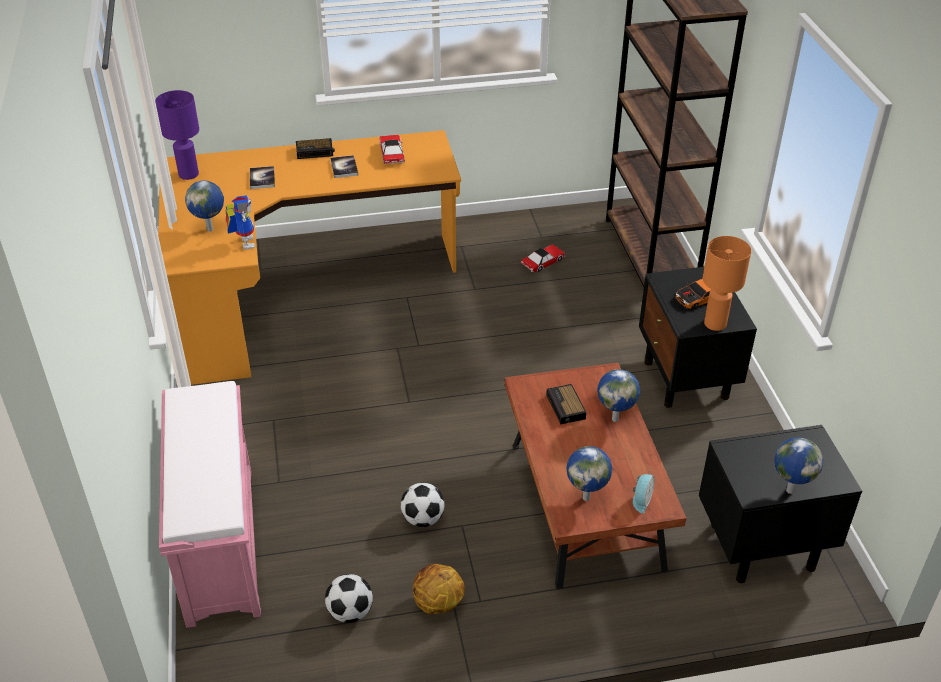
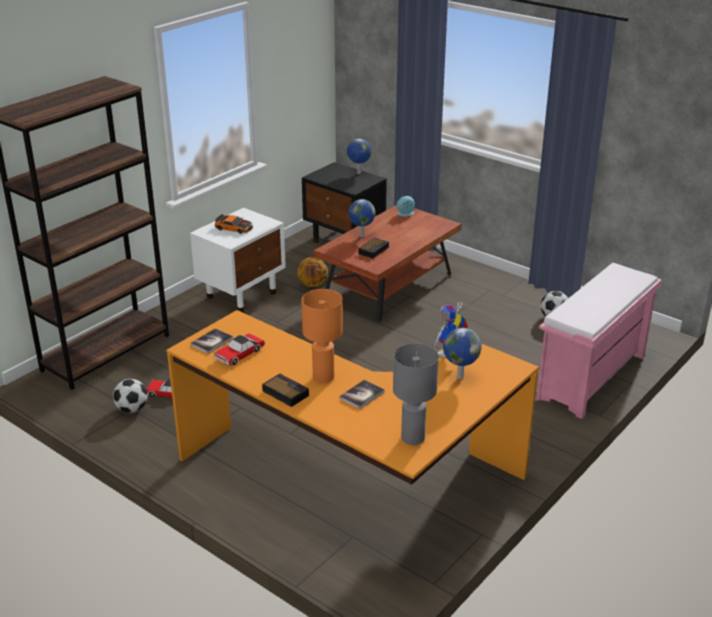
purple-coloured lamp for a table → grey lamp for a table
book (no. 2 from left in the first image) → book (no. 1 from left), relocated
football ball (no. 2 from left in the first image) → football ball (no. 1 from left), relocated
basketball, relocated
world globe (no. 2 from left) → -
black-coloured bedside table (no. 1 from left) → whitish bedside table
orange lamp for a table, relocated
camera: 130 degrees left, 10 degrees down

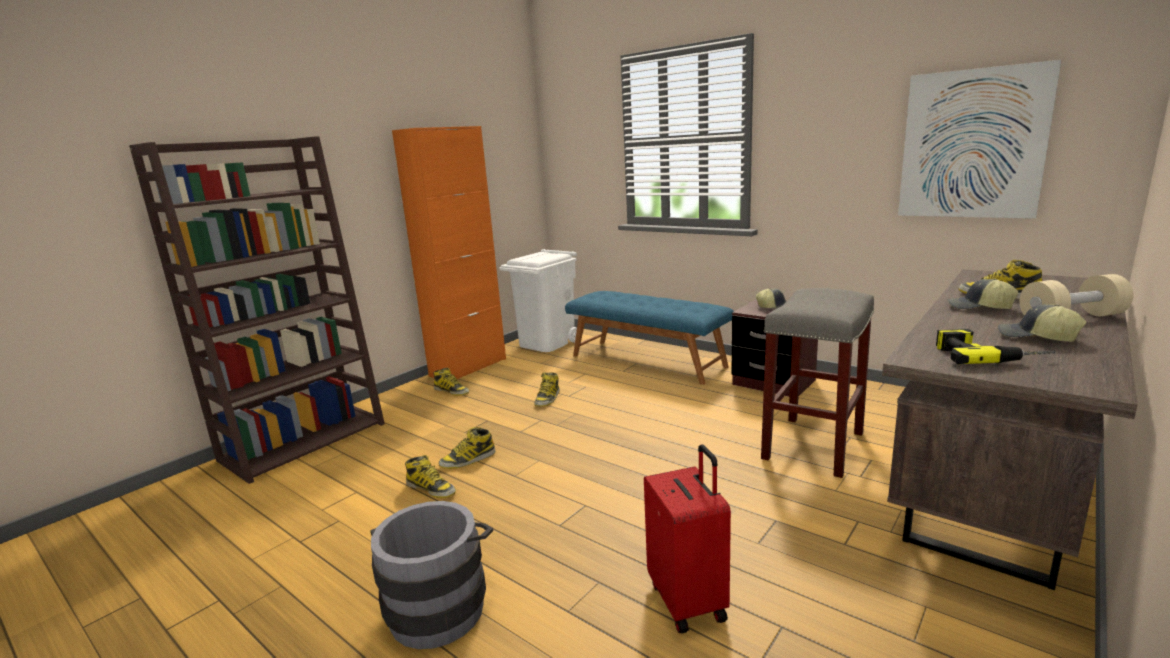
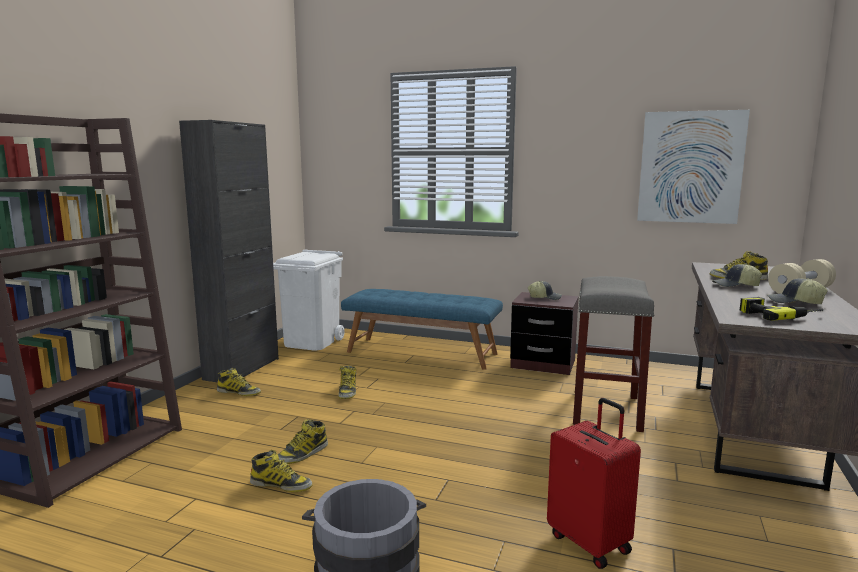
orange storage cabinet → black-coloured storage cabinet
camera: 20 degrees left, 5 degrees down

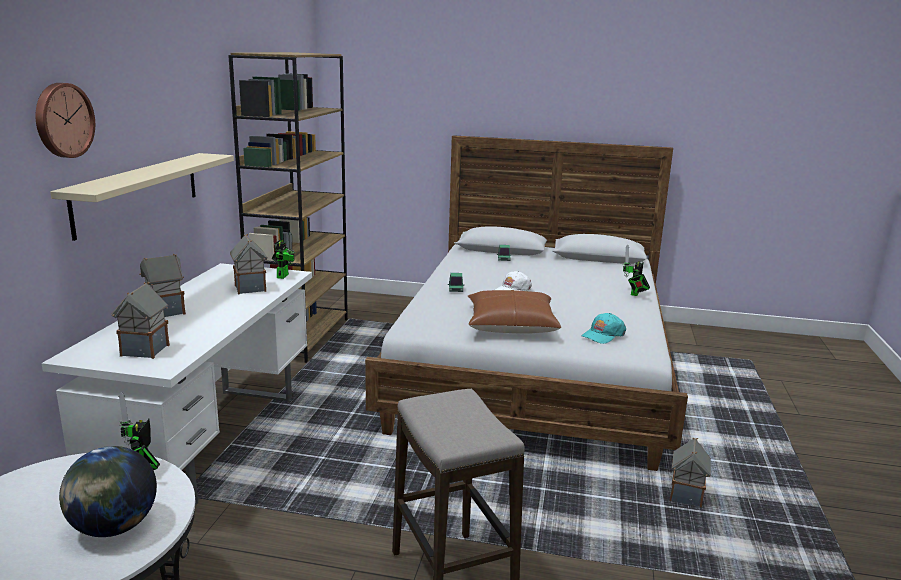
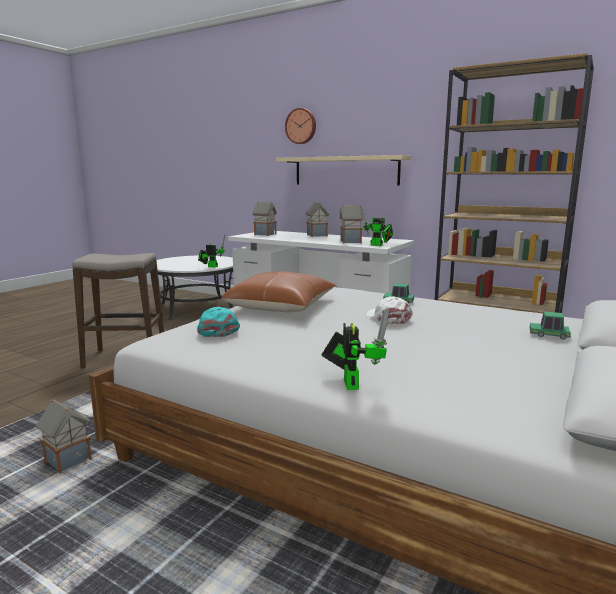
world globe → -
toy robot (no. 3 from left in the first image) → toy robot (no. 2 from left), 45 degrees clockwise
camera: 110 degrees right, 5 degrees down

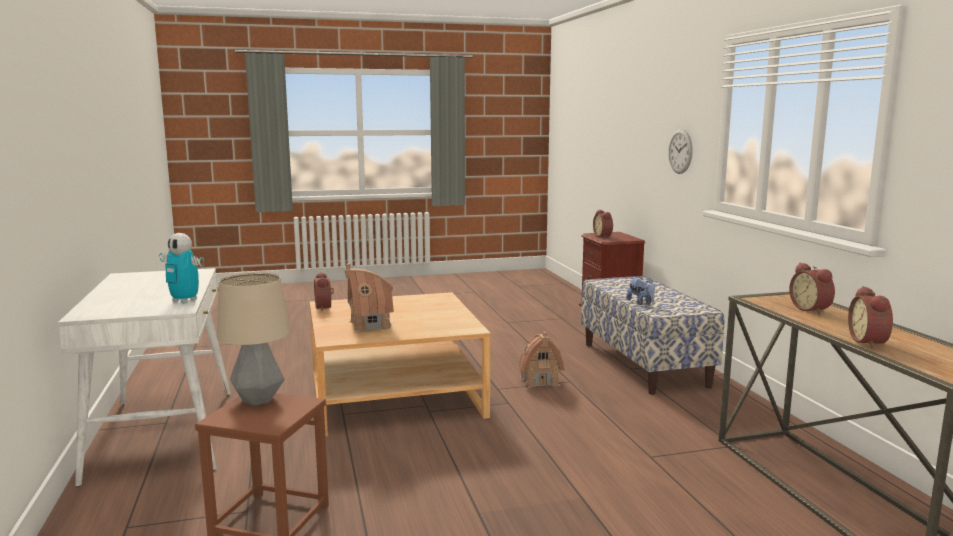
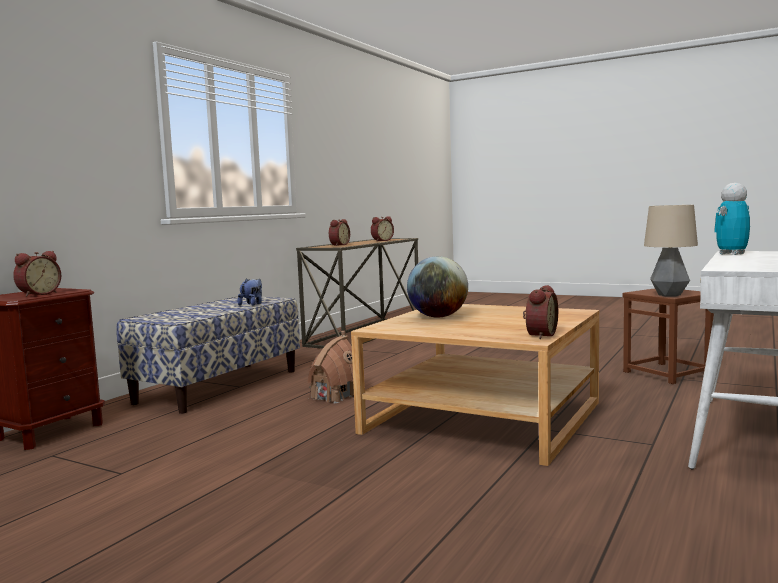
toy robot, 105 degrees counterclockwise
miniature house (no. 1 from left) → -
clock on the wall → -
- → world globe
camera: 135 degrees left, 5 degrees down

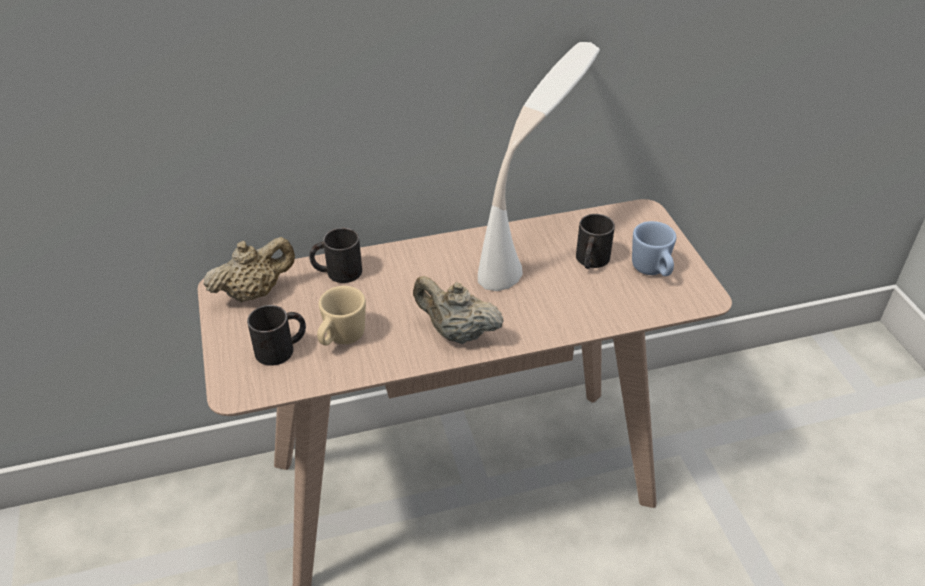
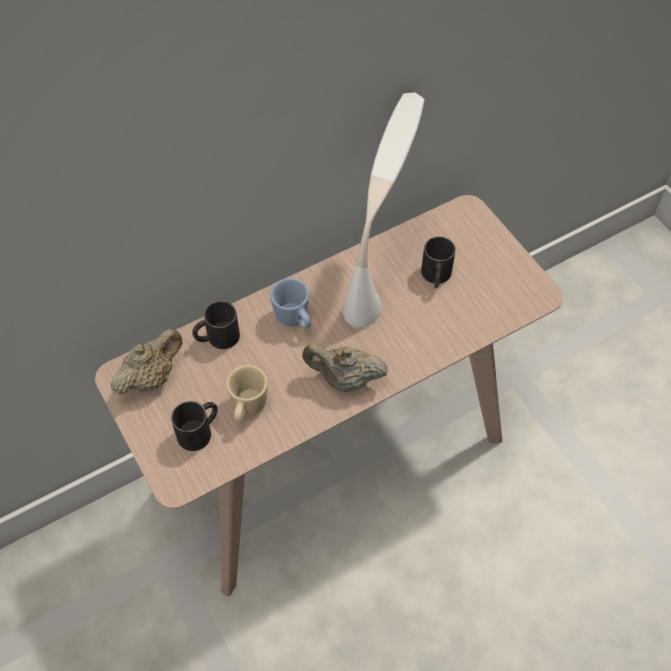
blue mug, relocated
camera: 15 degrees left, 15 degrees up

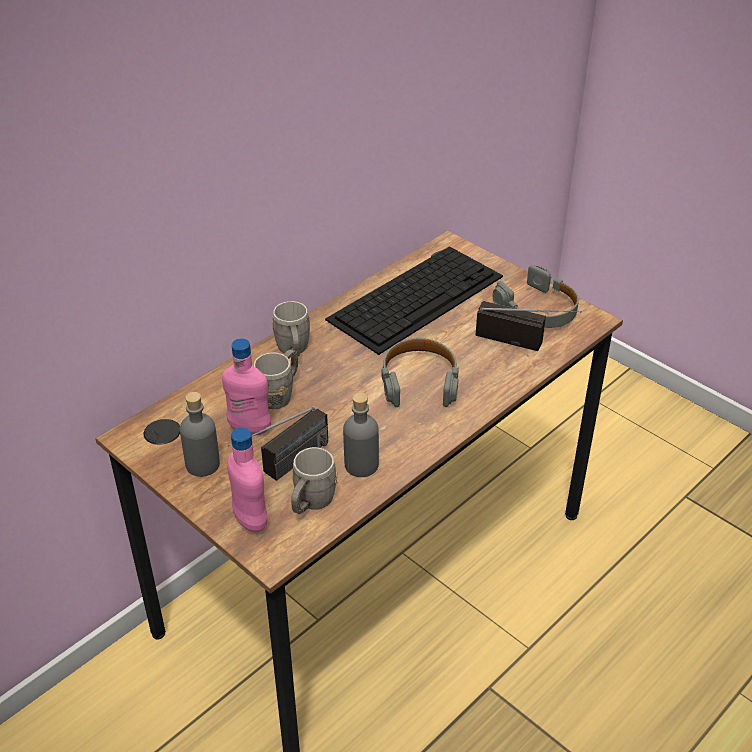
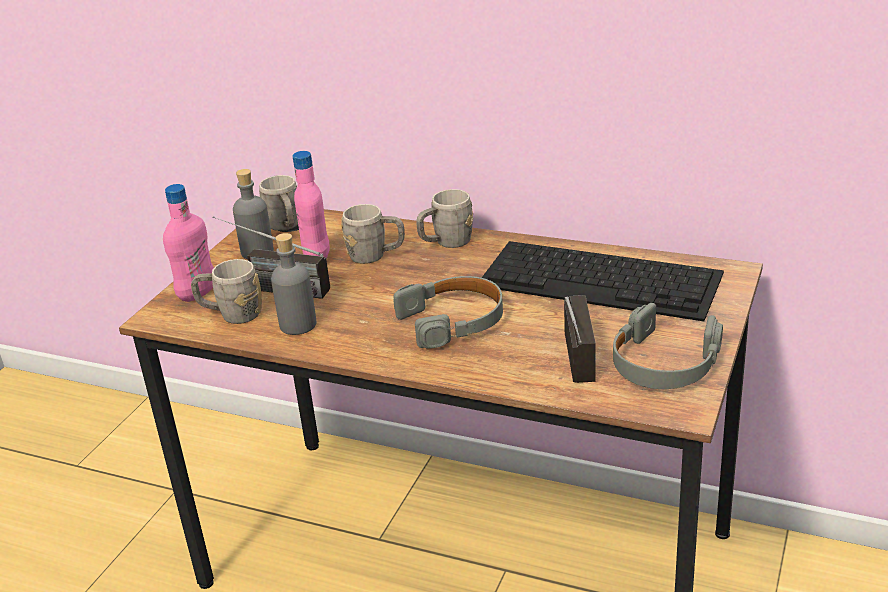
- → grey mug (no. 2 from left)
camera: 70 degrees right, 10 degrees down

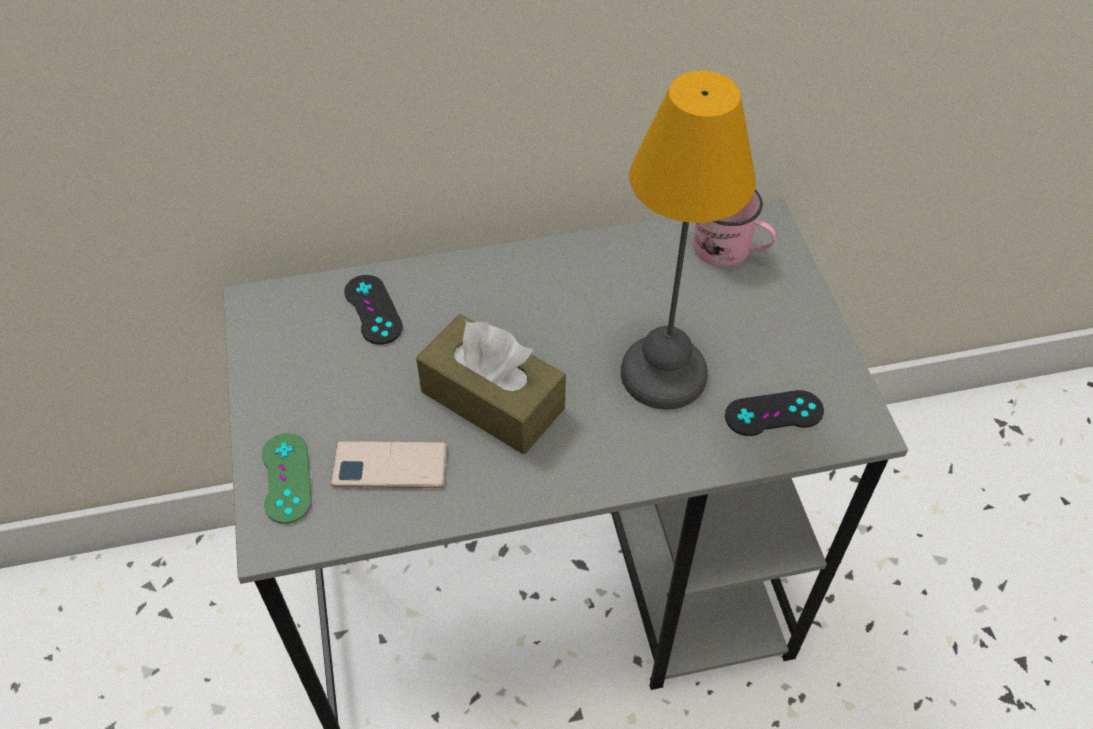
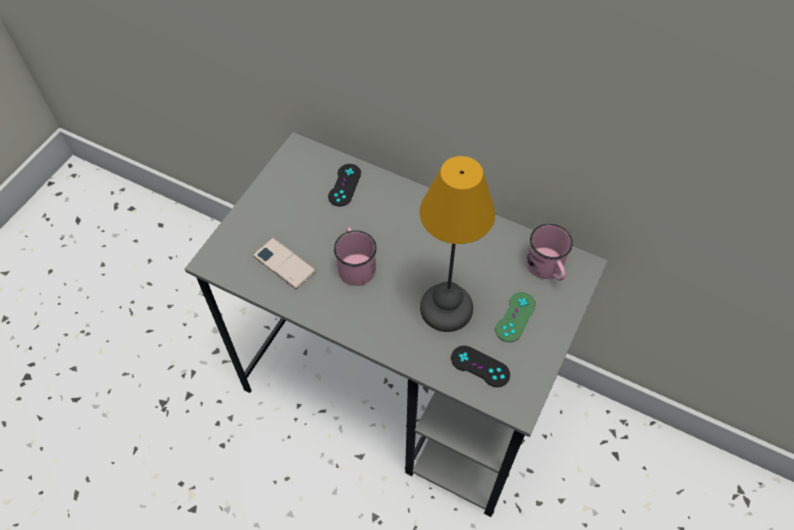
green-coloured game controller, relocated
brown-coloured tissue holder → pink-coloured mug (no. 1 from left)
camera: 40 degrees right, 5 degrees up

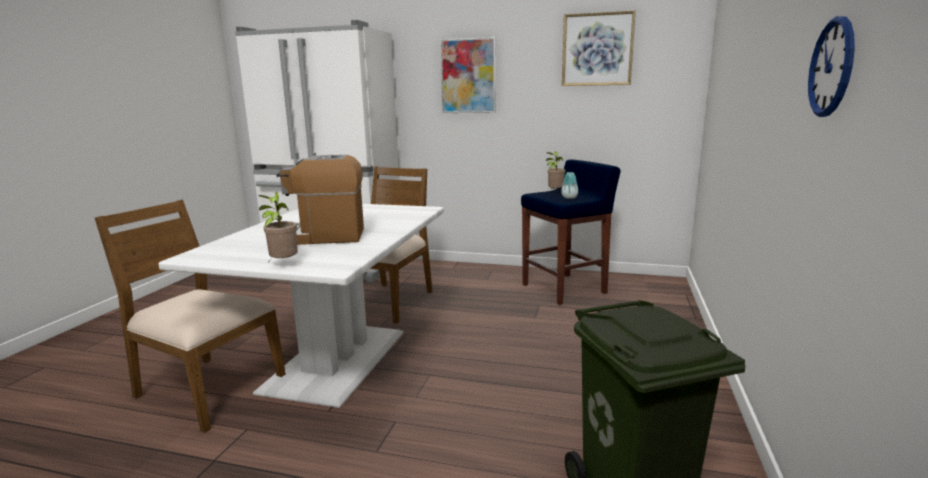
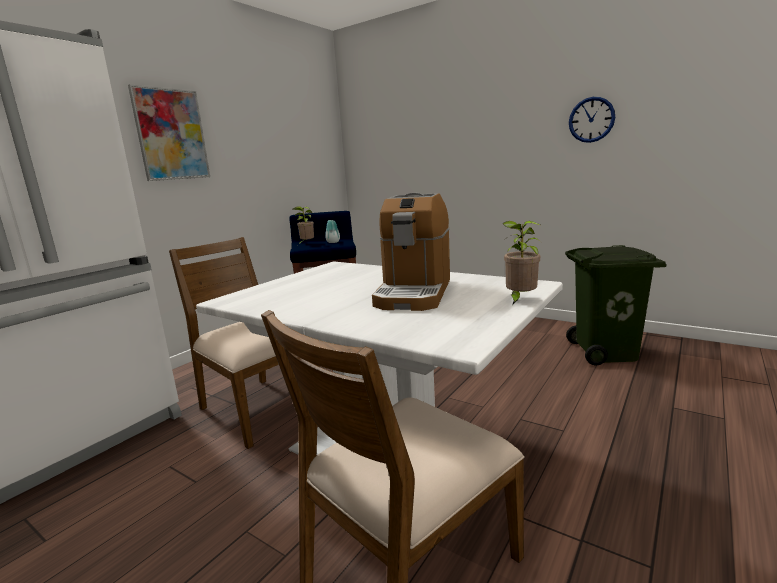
picture (no. 2 from left) → -
camera: 70 degrees left, 0 degrees up

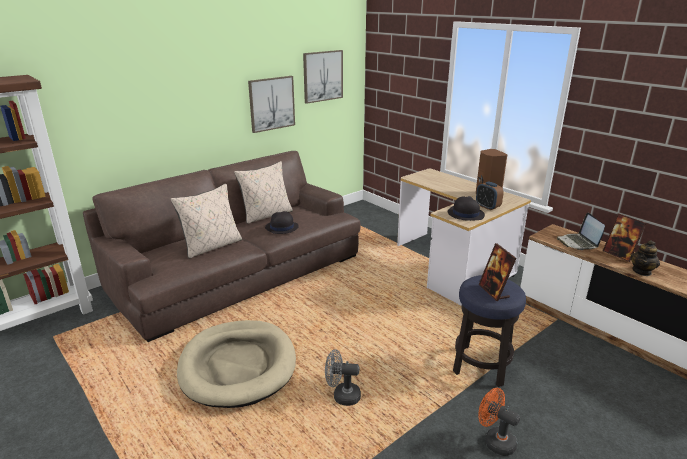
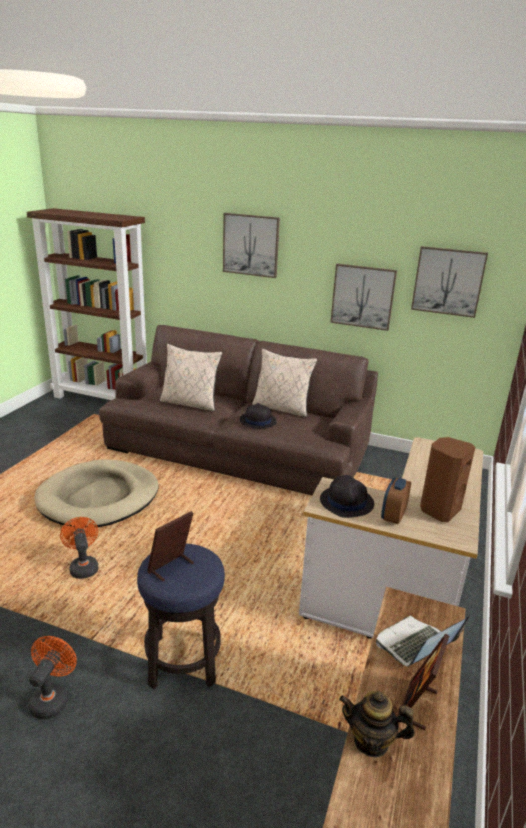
grey fan → orange fan (no. 2 from left)
- → picture (no. 1 from left)
camera: 60 degrees right, 0 degrees up

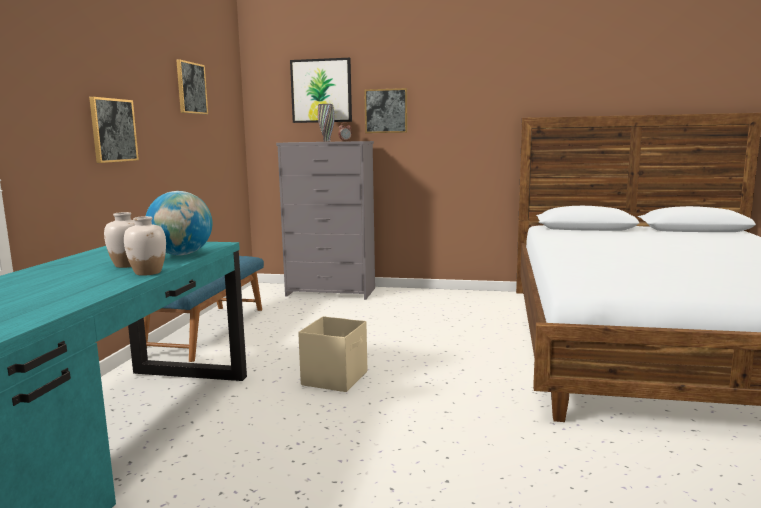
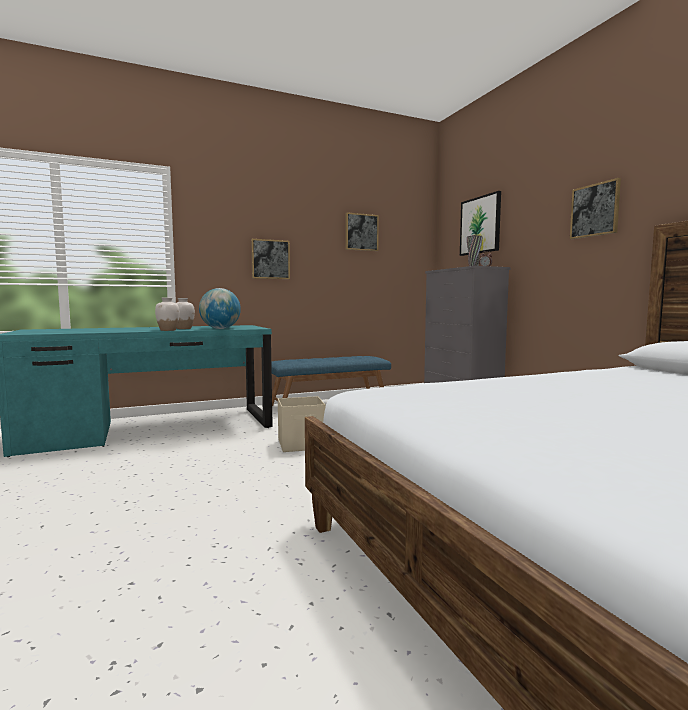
picture (no. 4 from left), relocated
camera: 55 degrees right, 5 degrees down

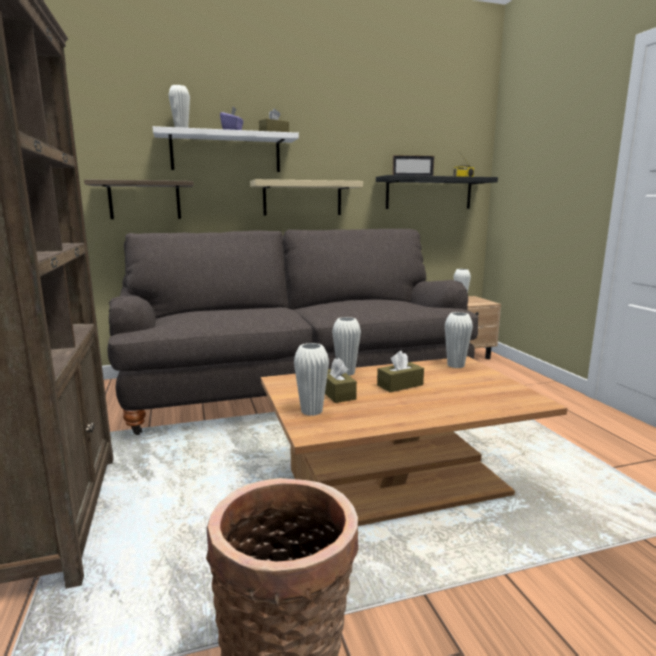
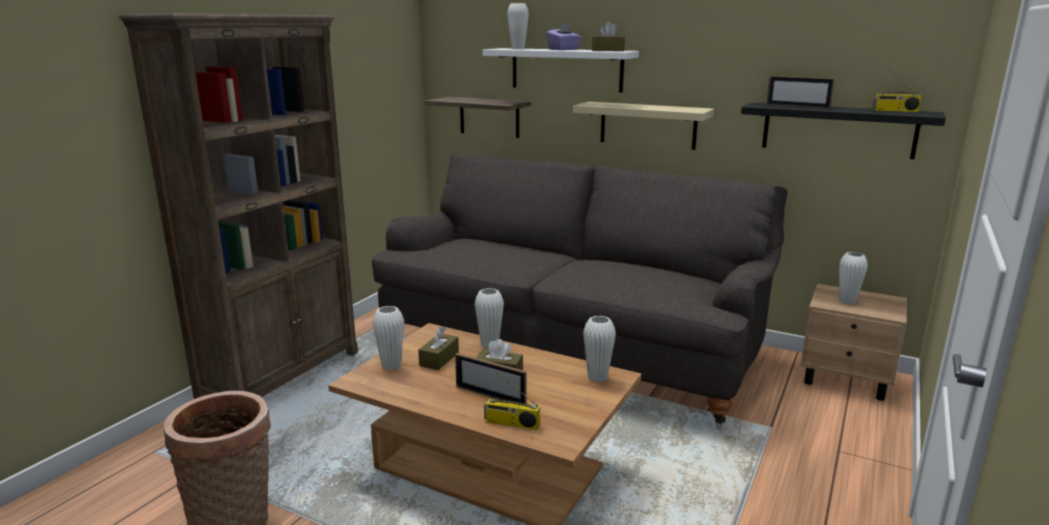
- → photo frame (no. 1 from left)
- → radio set (no. 1 from left)
camera: 45 degrees right, 5 degrees up

